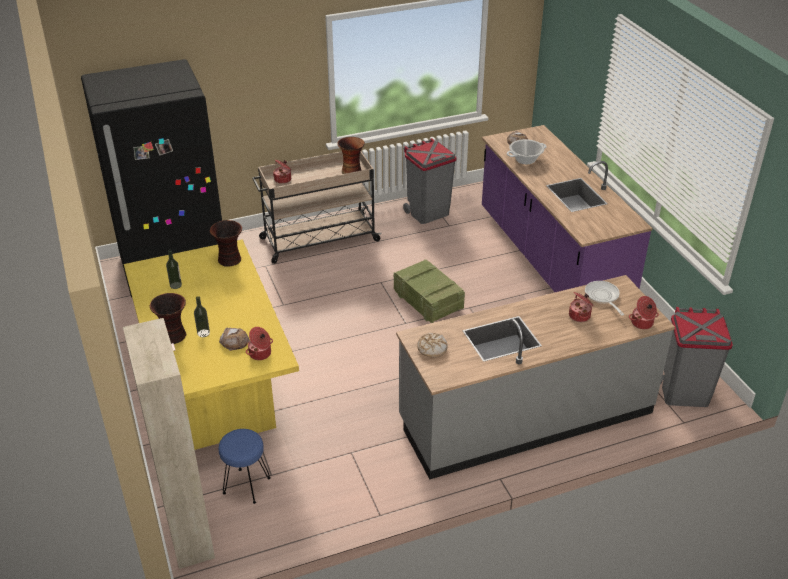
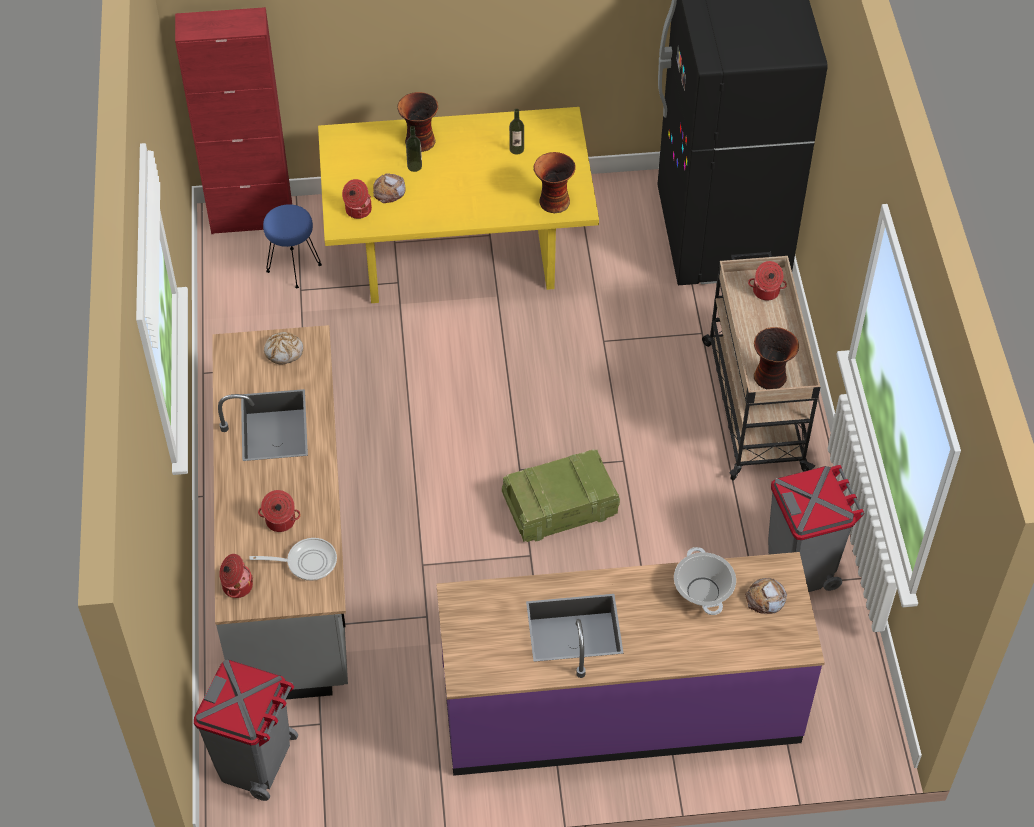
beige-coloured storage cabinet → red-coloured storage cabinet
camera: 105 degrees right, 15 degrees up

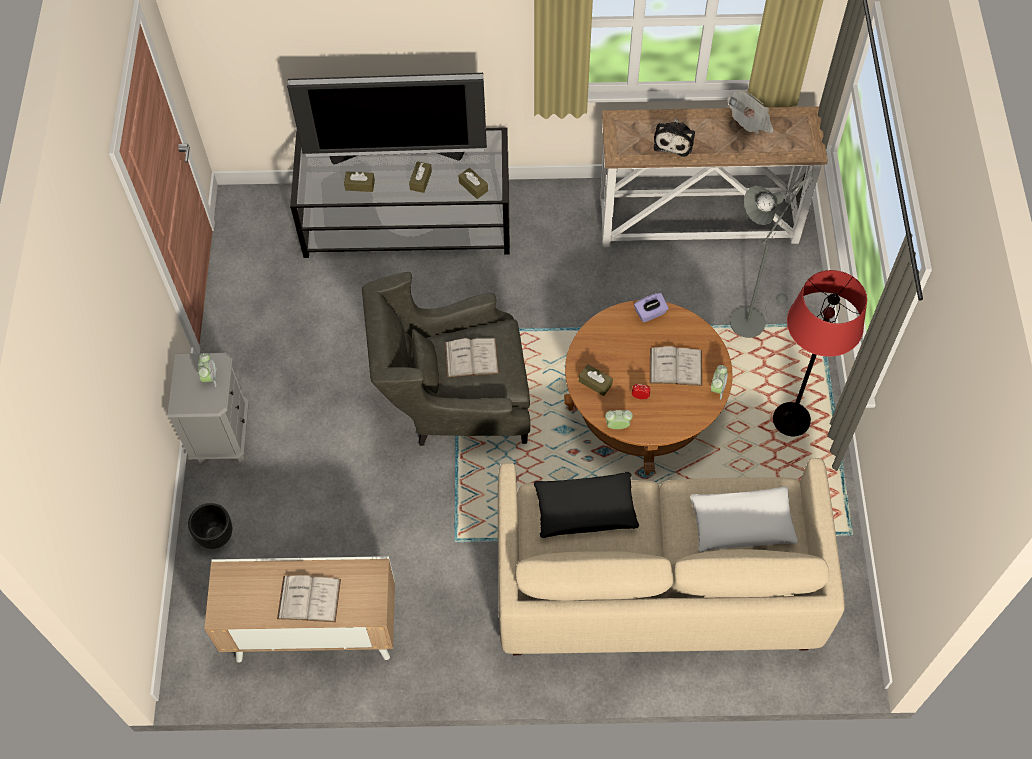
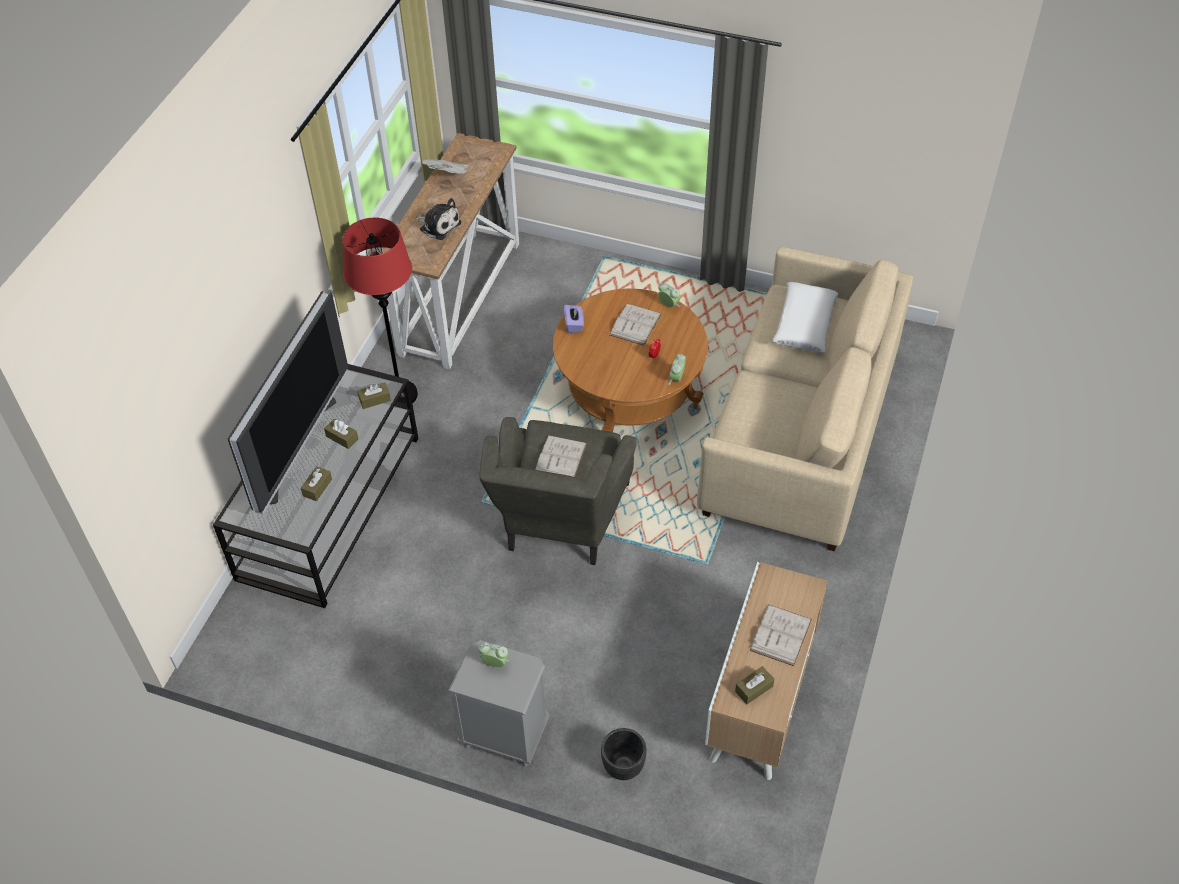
black-coloured pillow → -
brown-coloured tissue holder (no. 4 from left), relocated
grey standing lamp → -
red-coloured standing lamp, relocated
camera: 70 degrees left, 10 degrees down

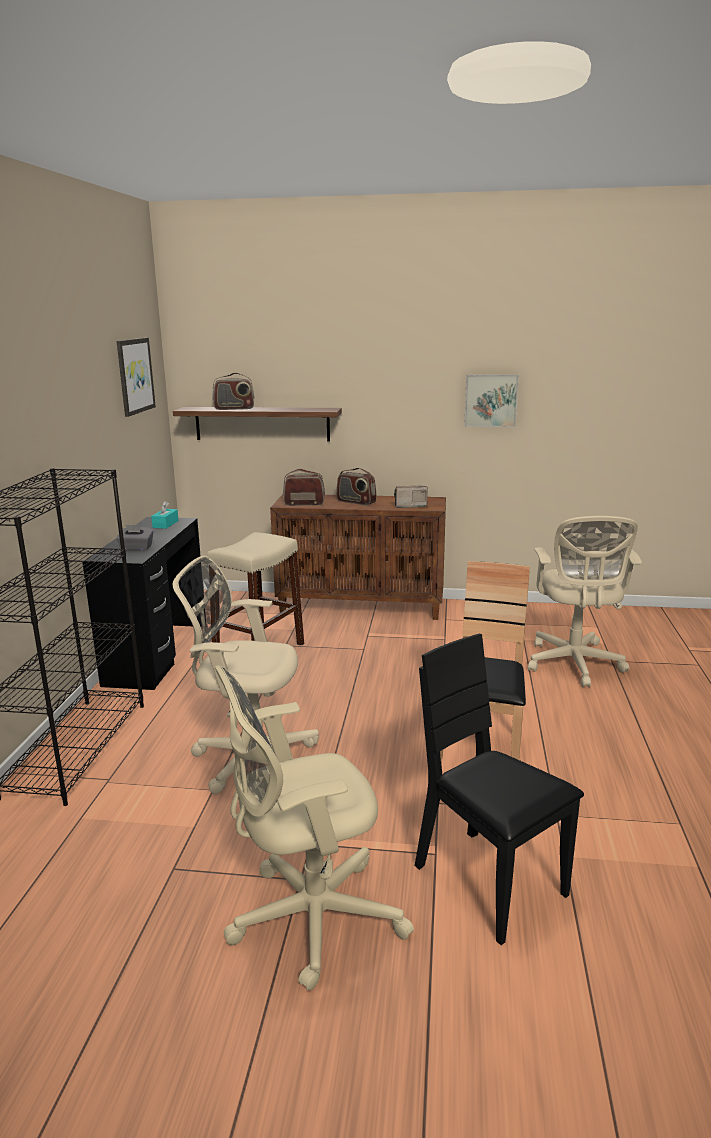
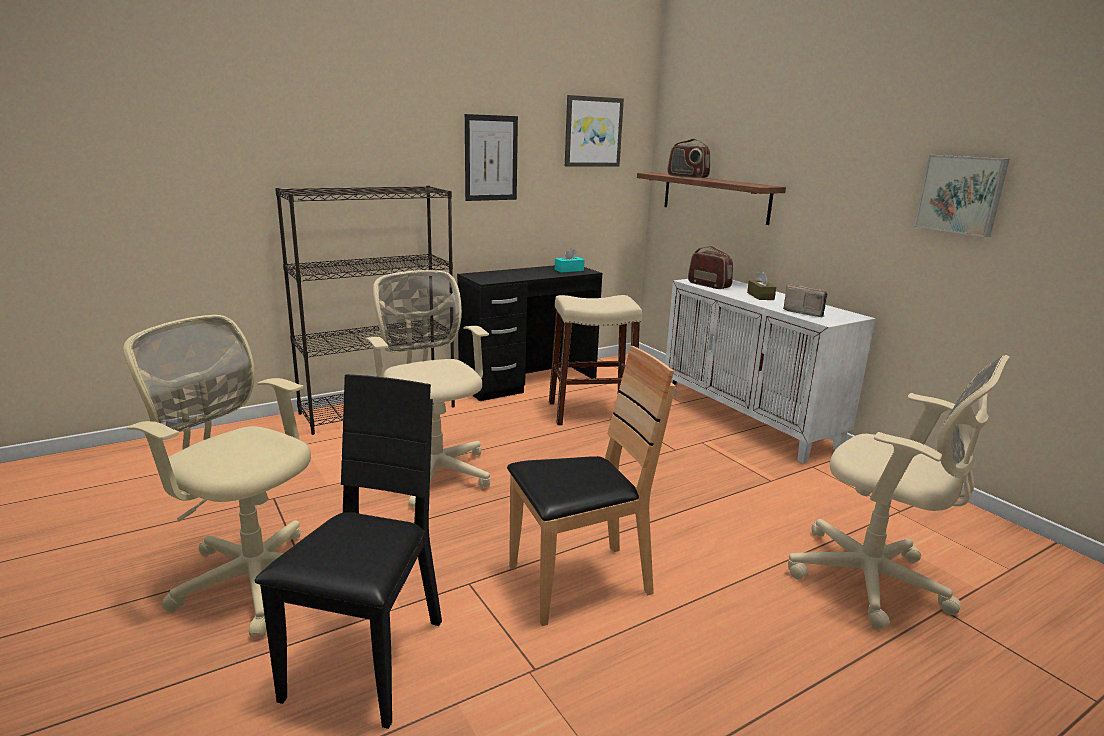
grey tissue holder → -
brown-coloured storage cabinet → whitish storage cabinet
radio set (no. 3 from left) → brown-coloured tissue holder
beige-coloured desk chair (no. 3 from left), 105 degrees counterclockwise
- → picture (no. 1 from left)
camera: 50 degrees right, 0 degrees up

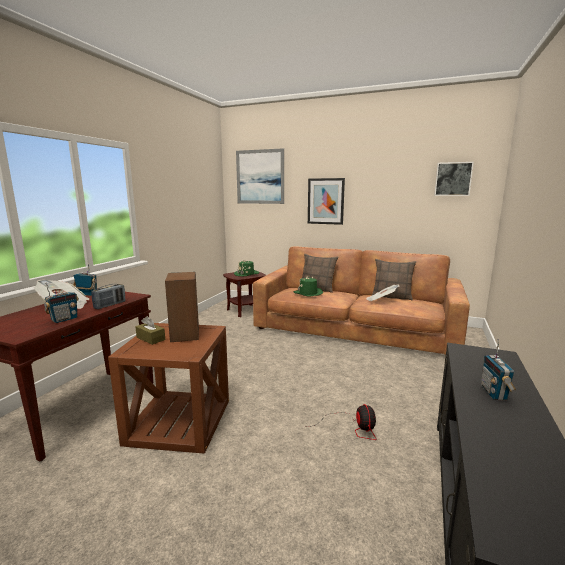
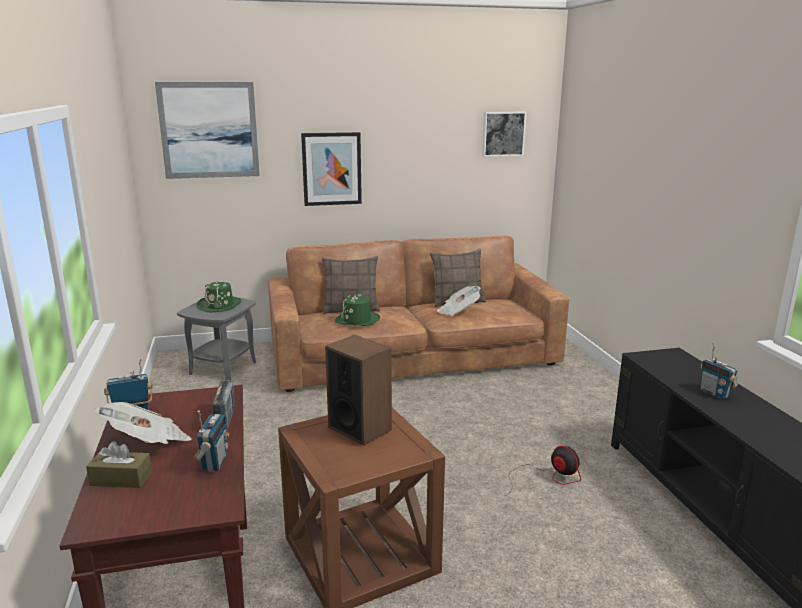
brown-coloured tissue holder, relocated
brown-coloured end table (no. 2 from left) → grey end table
camera: 35 degrees left, 5 degrees up

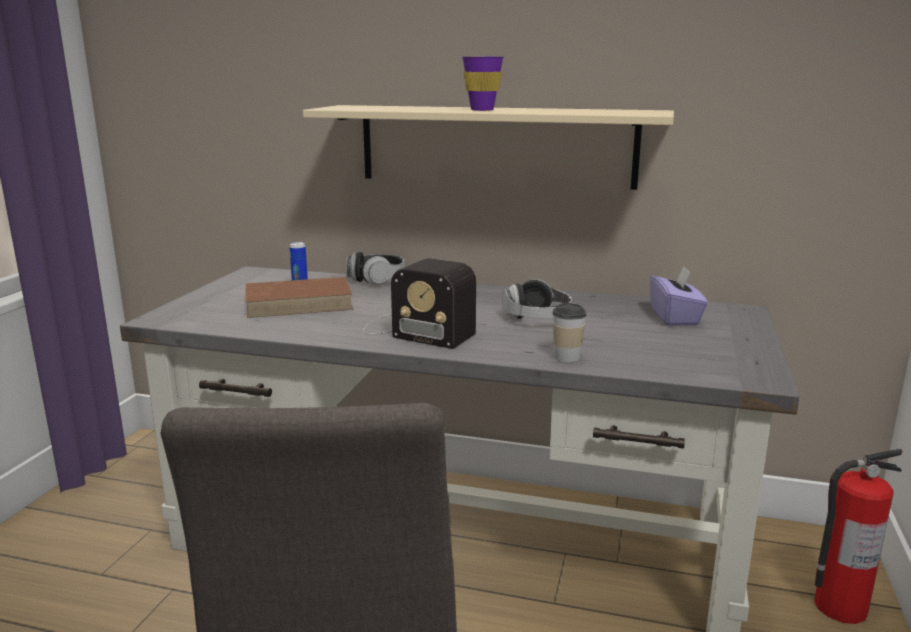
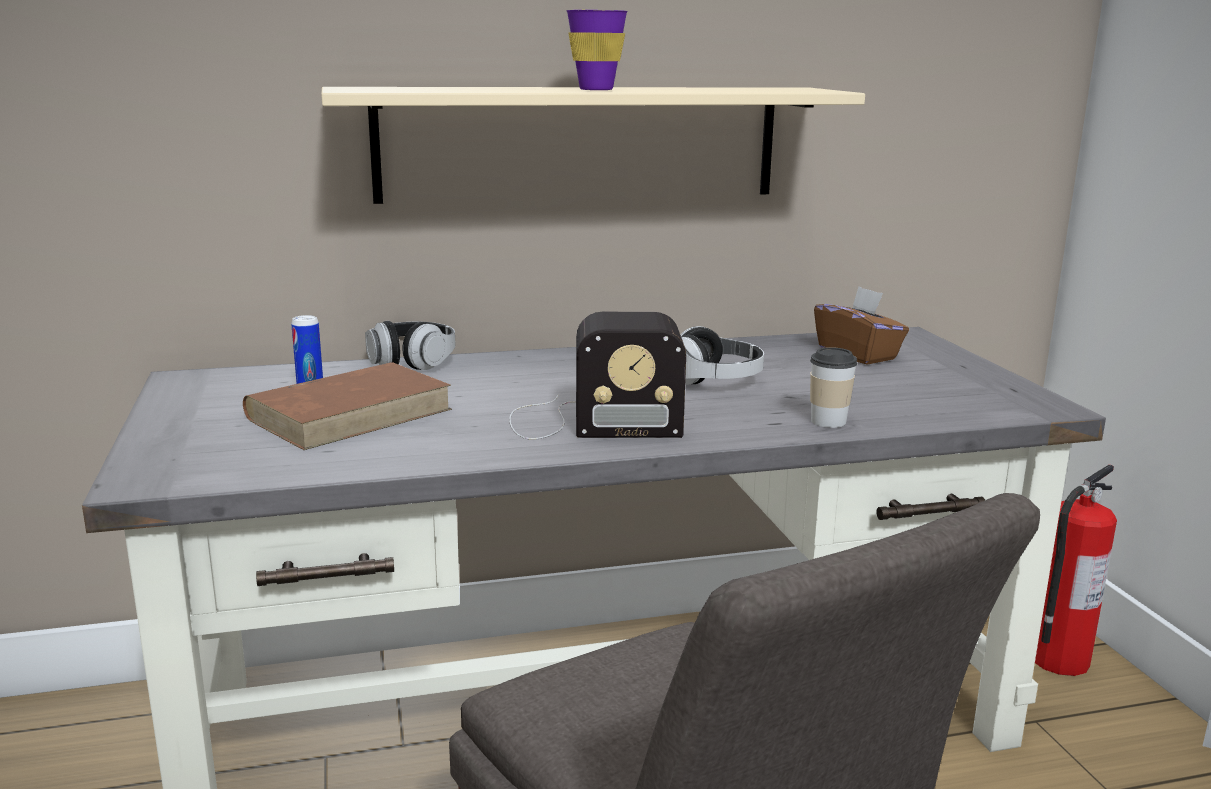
purple-coloured tissue holder → brown-coloured tissue holder
camera: 30 degrees left, 0 degrees up

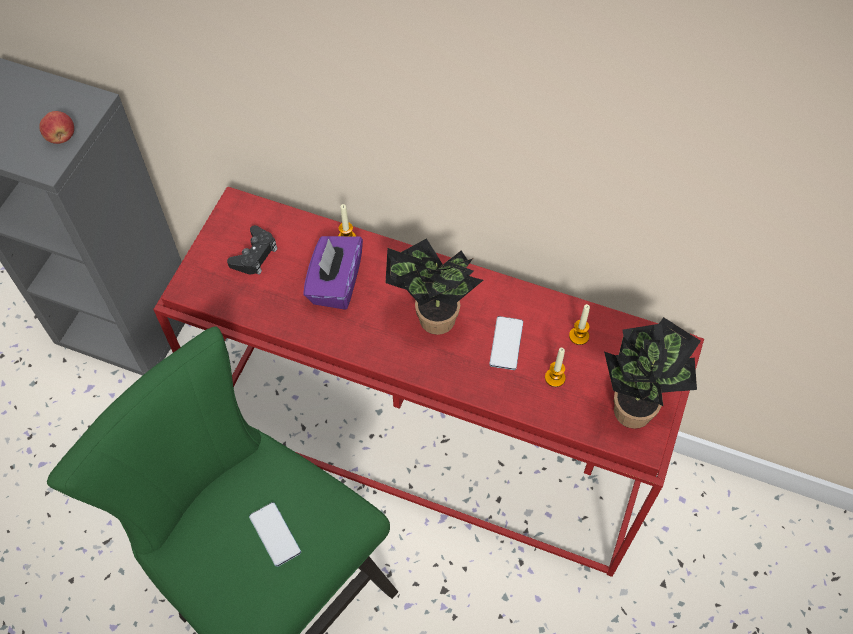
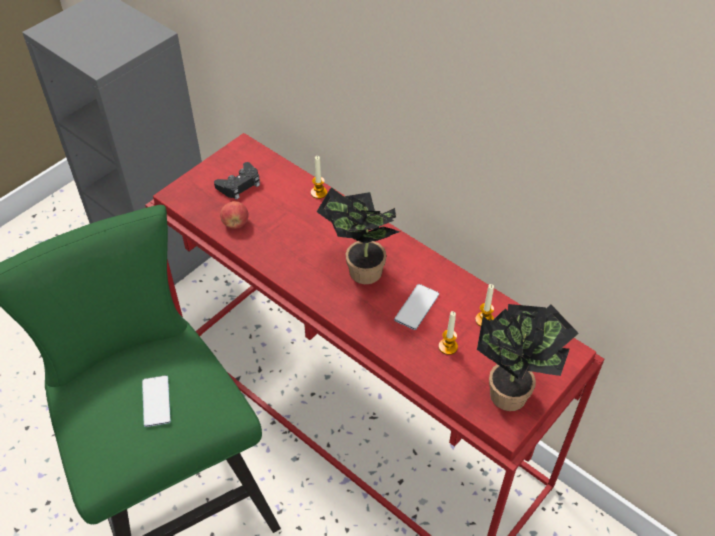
whole apple, relocated
purple-coloured tissue holder → -
camera: 20 degrees right, 10 degrees down

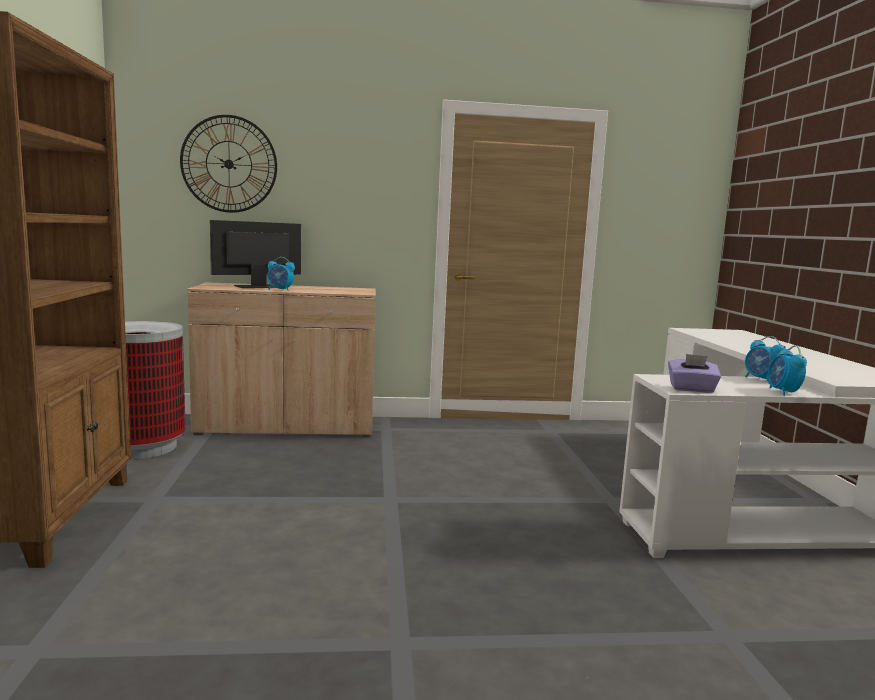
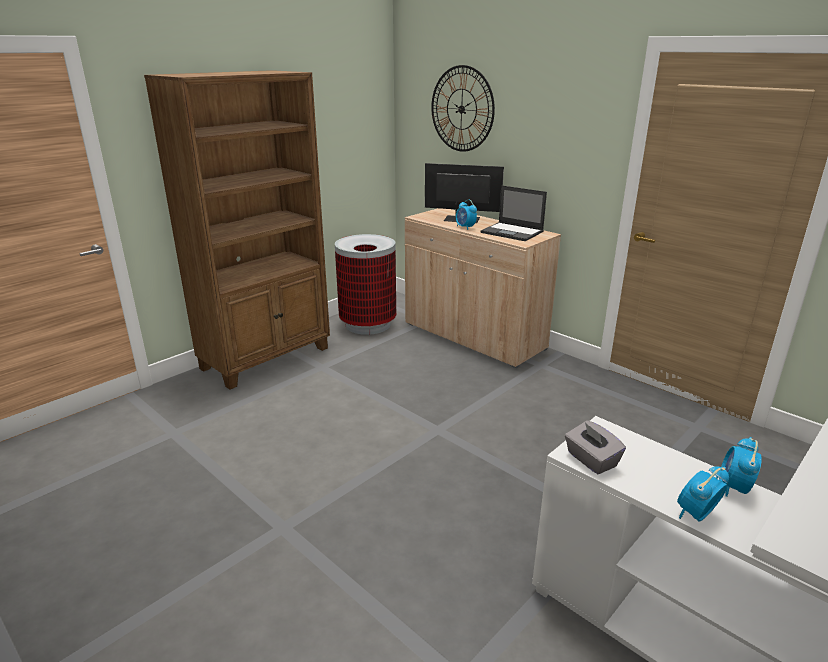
purple-coloured tissue holder → grey tissue holder
- → laptop
camera: 50 degrees right, 15 degrees up

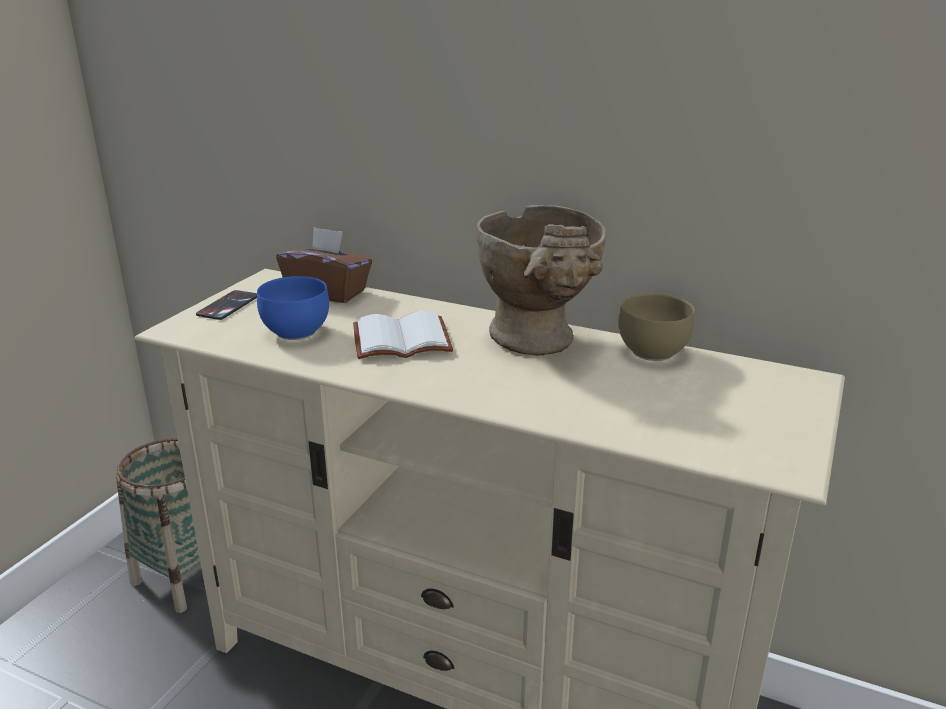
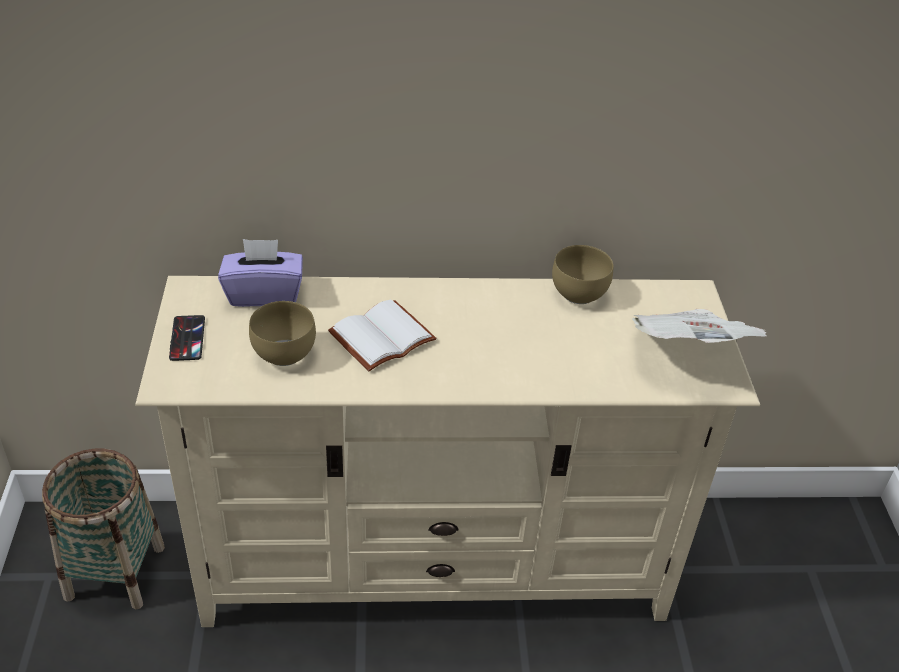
blue deep dish → brown-coloured deep dish (no. 1 from left)
brown-coloured tissue holder → purple-coloured tissue holder
beige-coloured vase → -
- → daily paper
camera: 30 degrees left, 15 degrees up

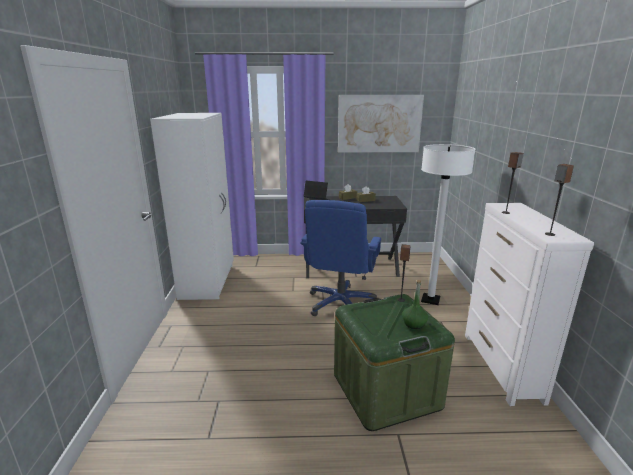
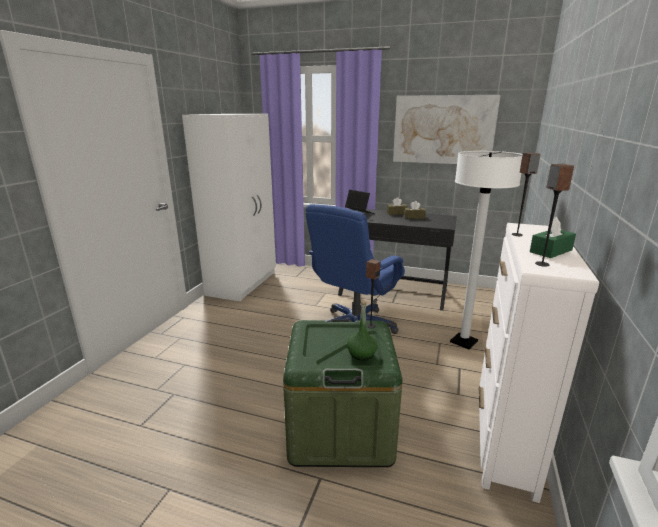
- → green-coloured tissue holder
camera: 20 degrees right, 0 degrees up

